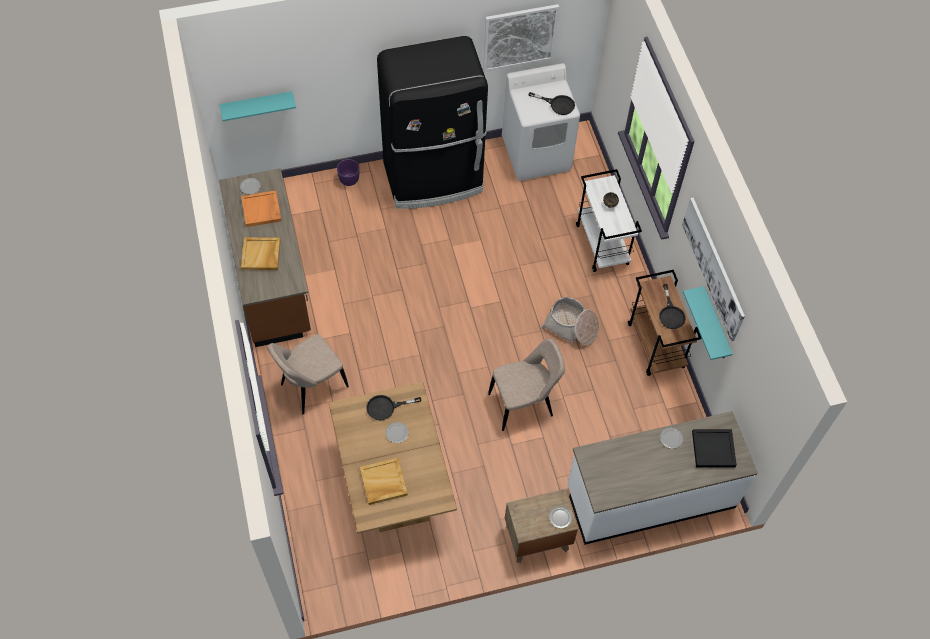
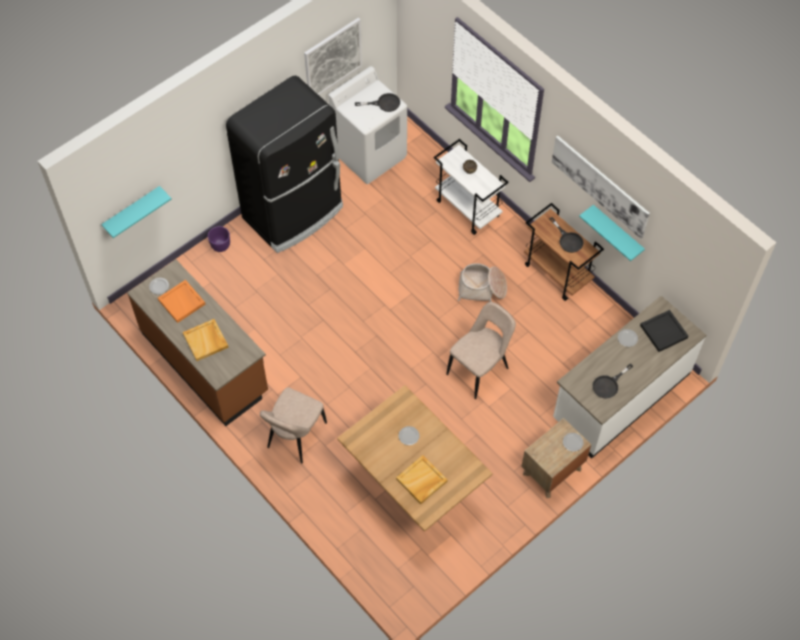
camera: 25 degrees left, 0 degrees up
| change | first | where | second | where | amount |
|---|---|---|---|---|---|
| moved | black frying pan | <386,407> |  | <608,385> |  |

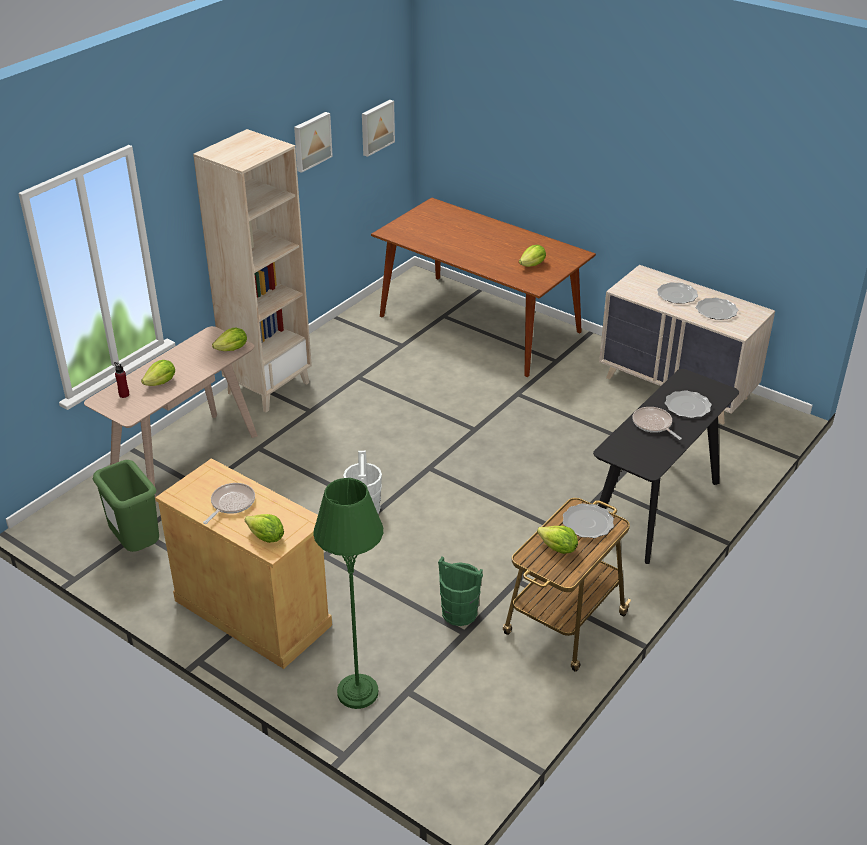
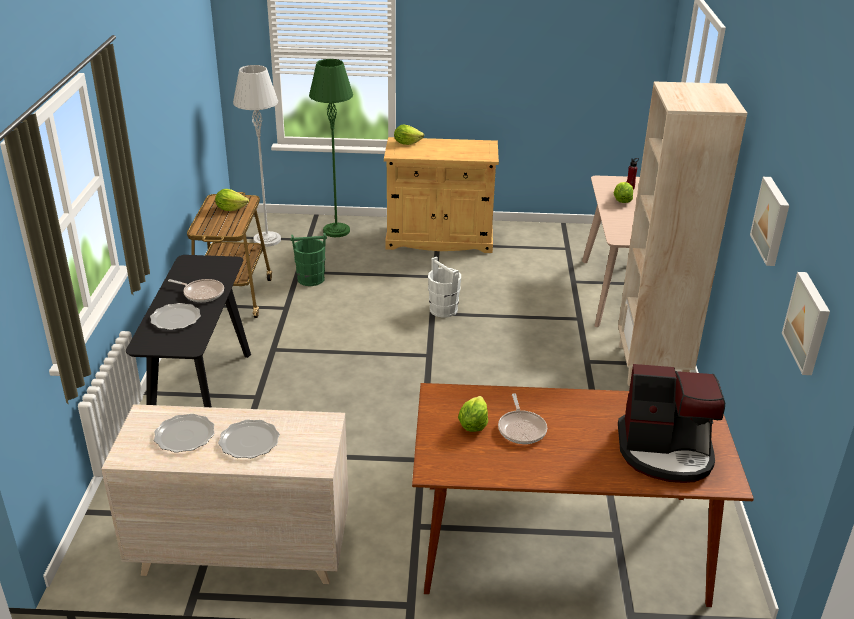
camera: 145 degrees right, 5 degrees down
| change | first | where | second | where | amount |
|---|---|---|---|---|---|
| removed | green trash can | <135,545> |  |  |  |
| moved | frying pan | <231,503> |  | <521,428> |  |
| removed | lettuce | <232,349> |  |  |  |
| removed | plate | <588,523> |  |  |  |
| added |  |  | grey floor lamp | <267,240> |  |
| added |  |  | coffee machine | <666,452> |  |

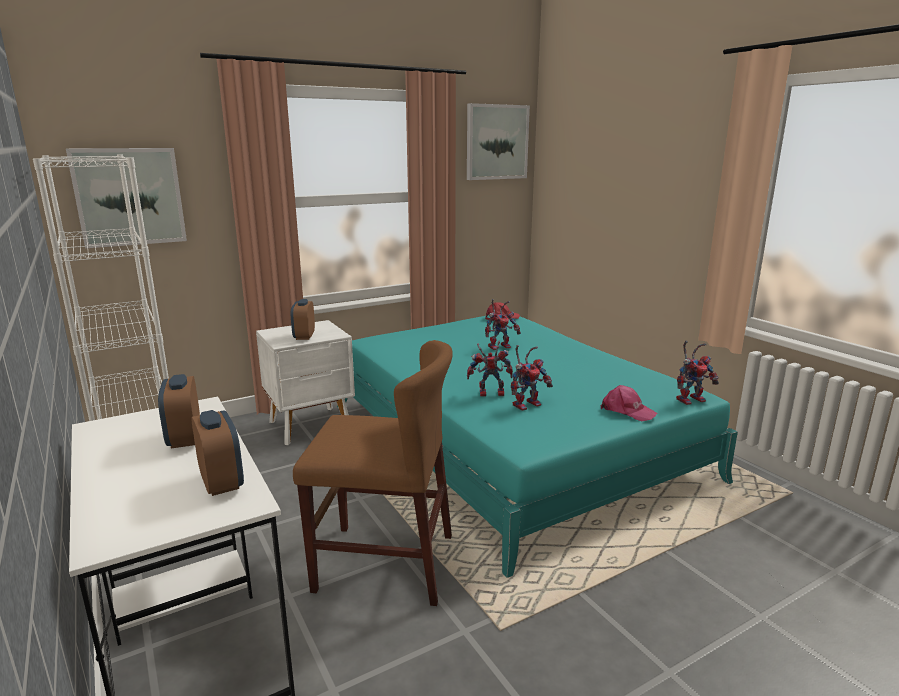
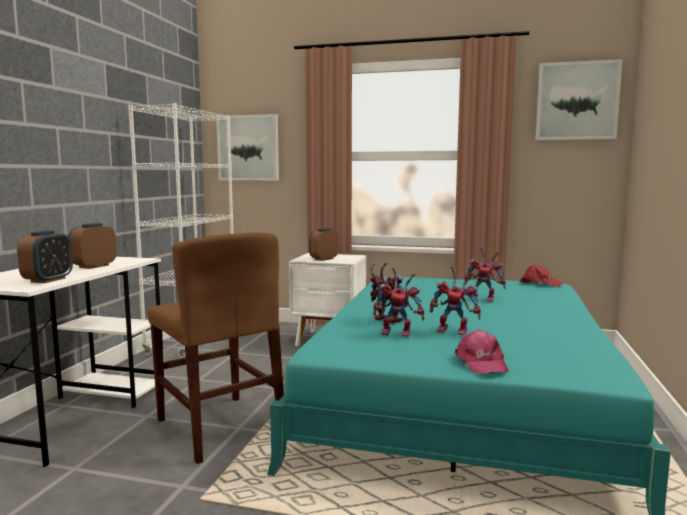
camera: 45 degrees right, 10 degrees down
| change | first | where | second | where | amount |
|---|---|---|---|---|---|
| moved | toy robot | <691,399> |  | <455,331> |  |

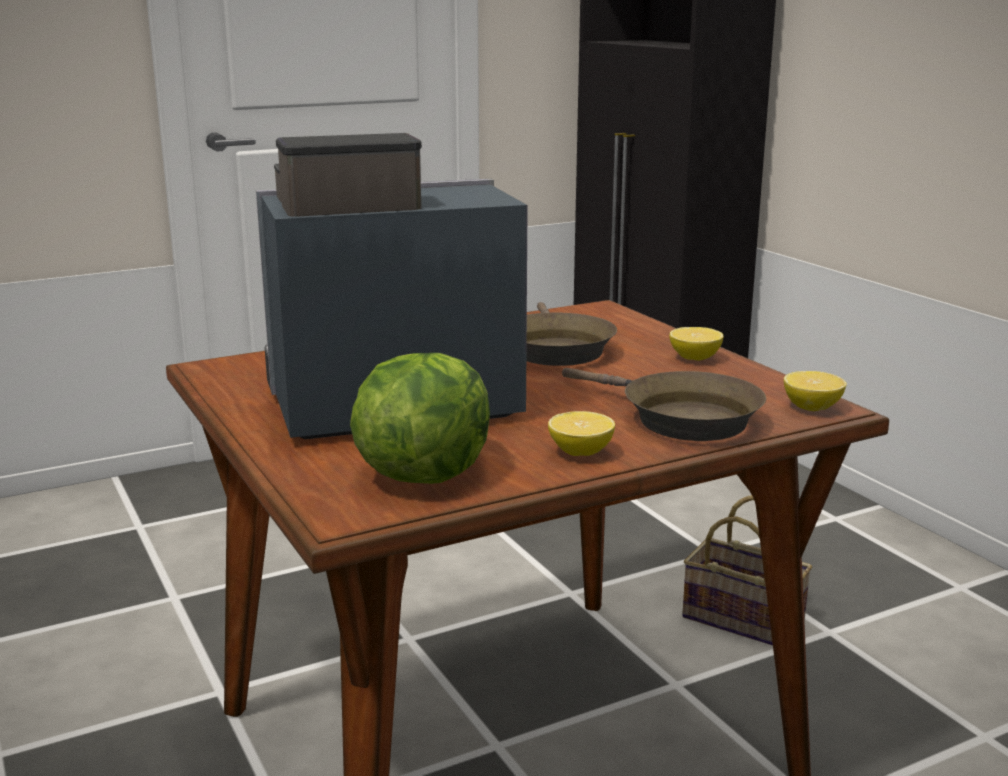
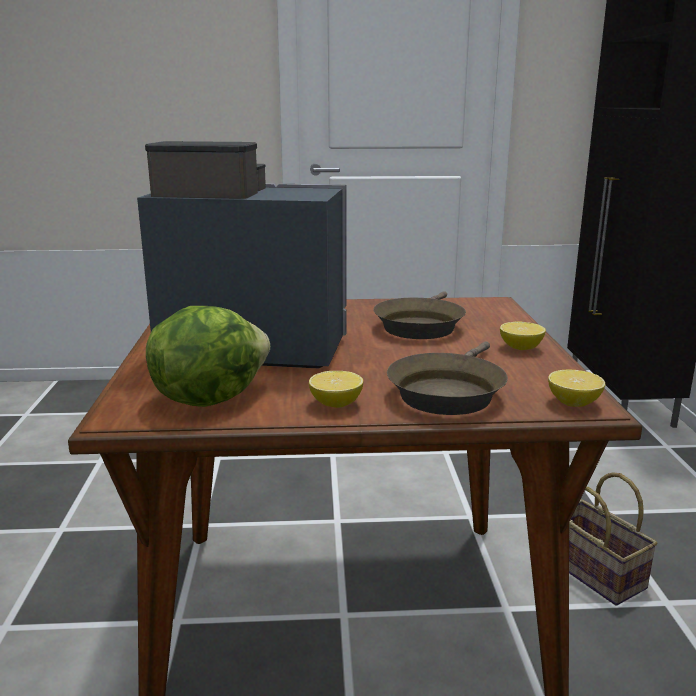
camera: 25 degrees right, 0 degrees up
| change | first | where | second | where | amount |
|---|---|---|---|---|---|
| turned | brown frying pan | <680,418> |  | <448,392> | 45 degrees clockwise |

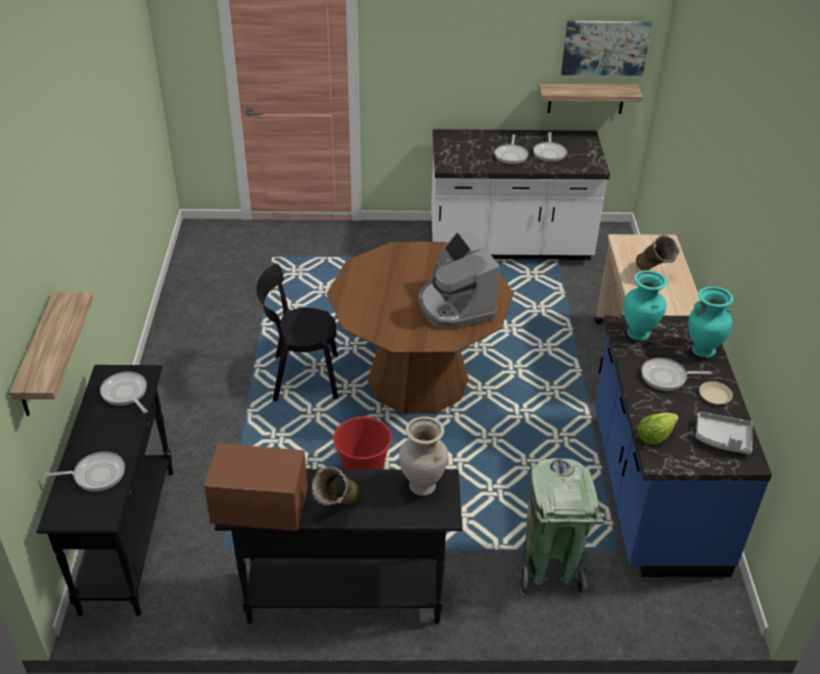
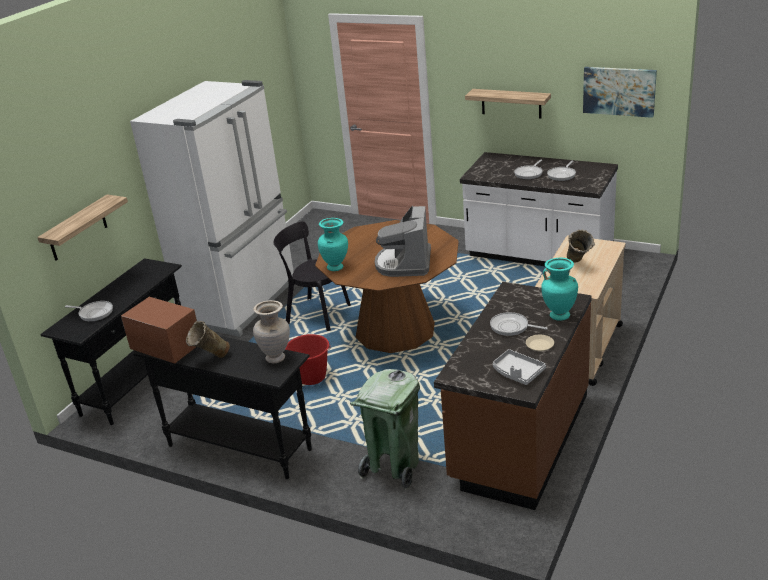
camera: 30 degrees right, 10 degrees down
| change | first | where | second | where | amount |
|---|---|---|---|---|---|
| removed | frying pan | <126,393> |  |  |  |
| moved | shelf | <586,98> |  | <511,103> |  |
| recoloured | blue counter | <654,491> | brown counter | <519,438> |  |
| moved | turquoise vase | <638,334> |  | <336,267> |  |
| removed | lettuce | <654,436> |  |  |  |
| added |  |  | white fridge | <242,303> |  |

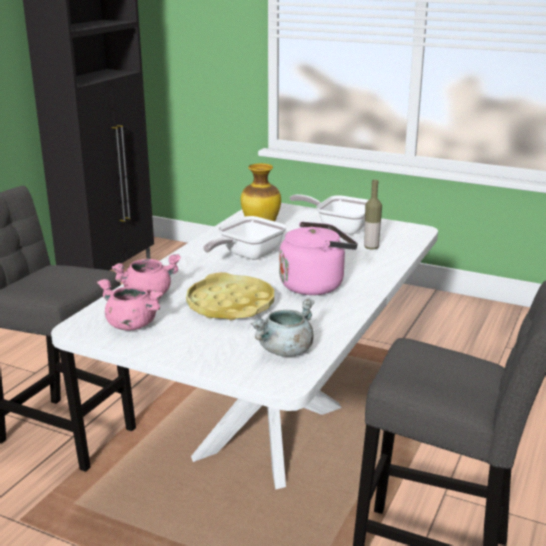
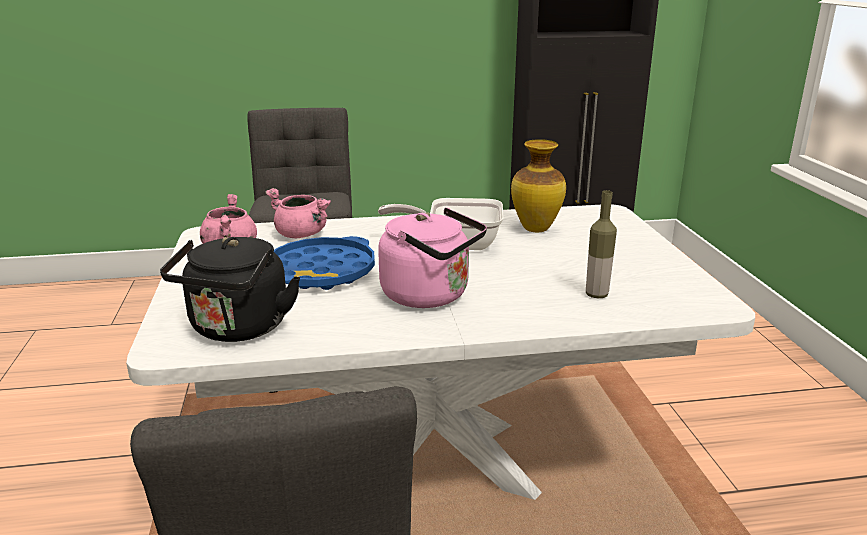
camera: 55 degrees right, 0 degrees up
| change | first | where | second | where | amount |
|---|---|---|---|---|---|
| recoloured | yellow tray | <230,305> | blue tray | <322,272> |  |
| replaced | grey cooking pot | <285,351> | black kettle | <237,329> |  |
| removed | frying pan | <339,228> |  |  |  |

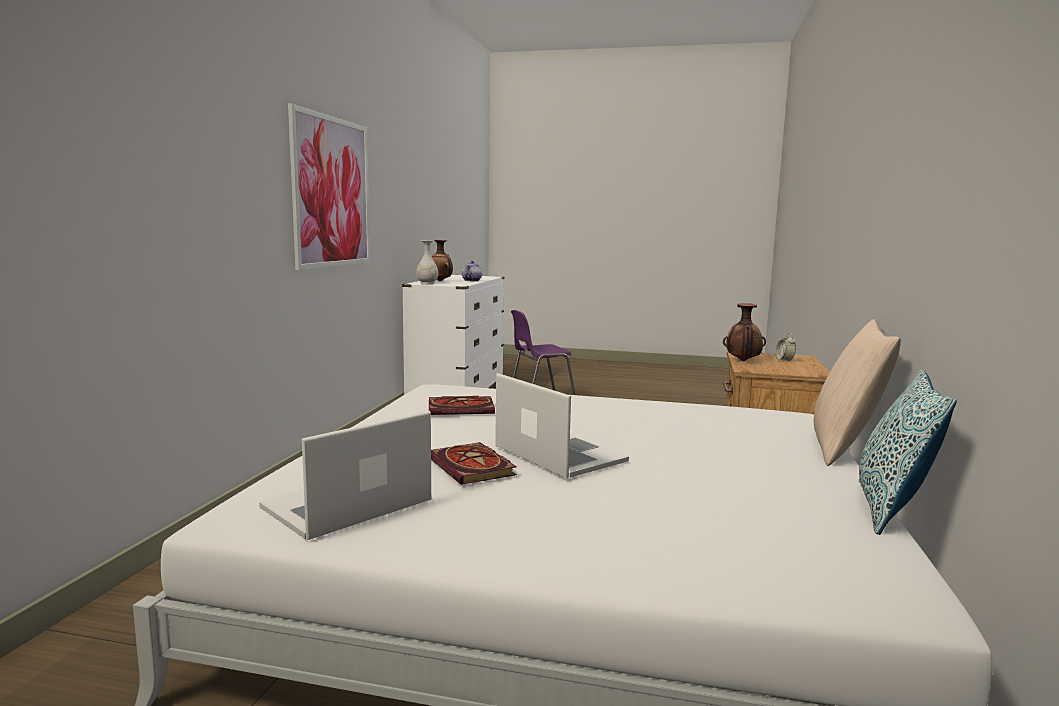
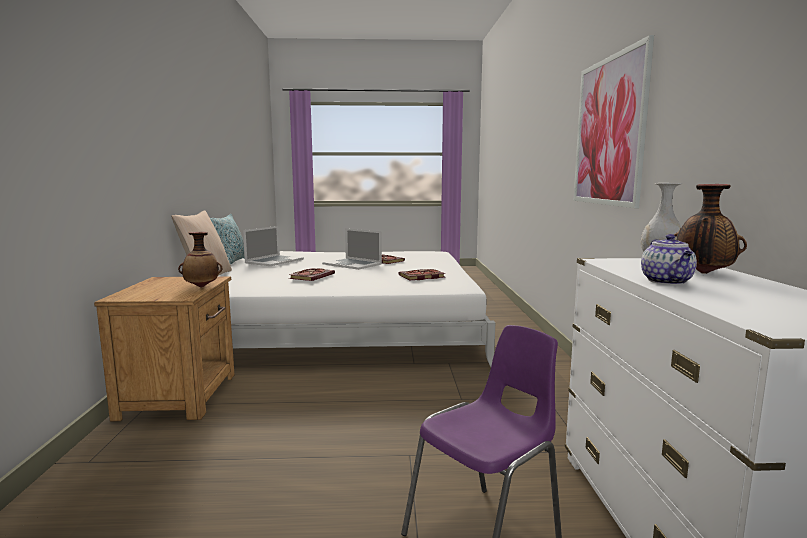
camera: 165 degrees right, 0 degrees up
| change | first | where | second | where | amount |
|---|---|---|---|---|---|
| moved | laptop | <348,504> |  | <274,261> |  |
| removed | alarm clock | <784,360> |  |  |  |
| added |  |  | book | <312,276> |  |

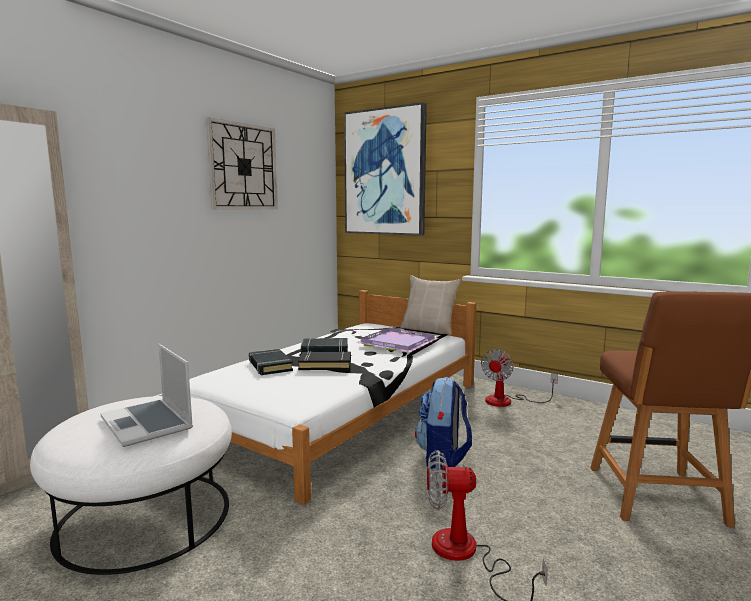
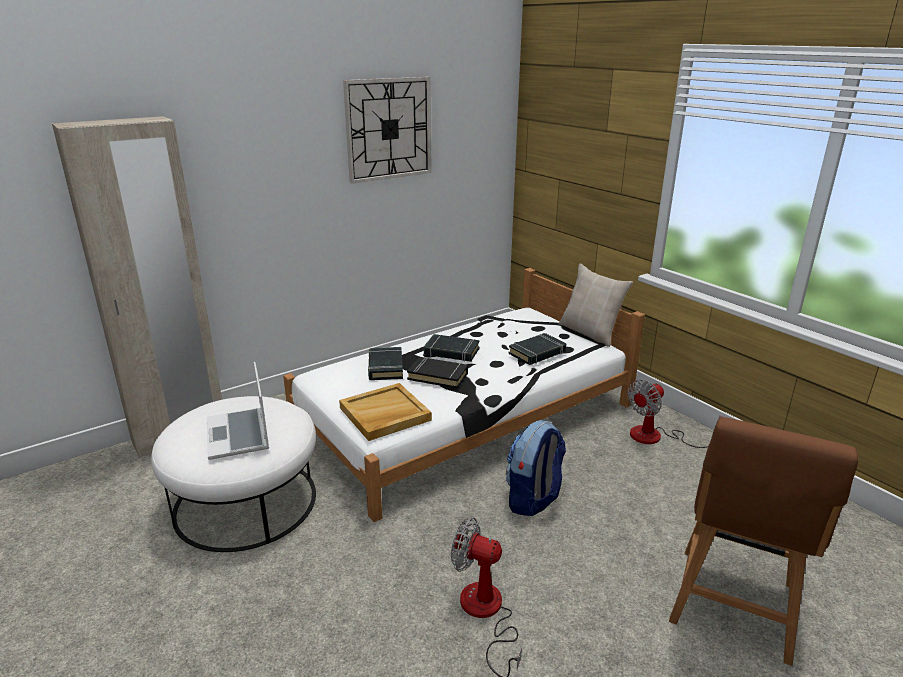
camera: 20 degrees right, 15 degrees up
| change | first | where | second | where | amount |
|---|---|---|---|---|---|
| removed | picture | <385,172> |  |  |  |
| replaced | purple tray | <399,343> | black book | <537,353> |  |
| added |  |  | beige tray | <384,414> |  |

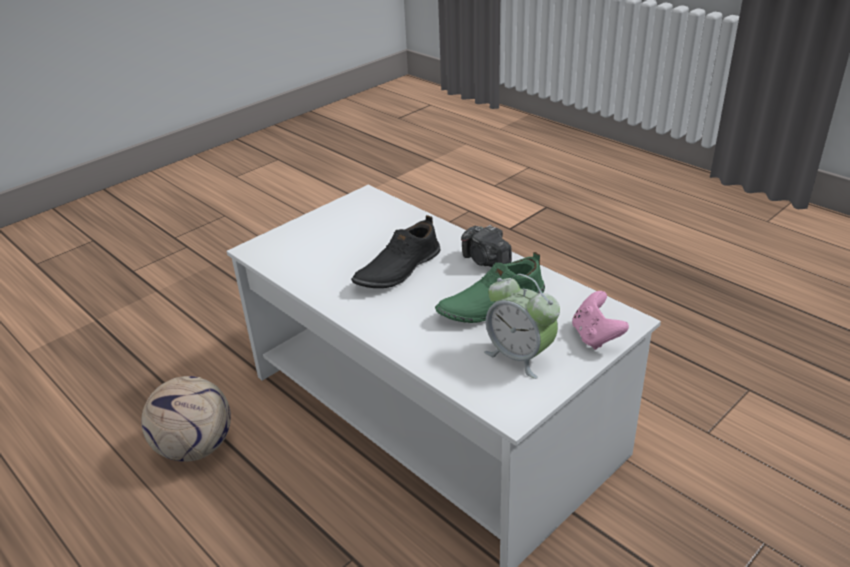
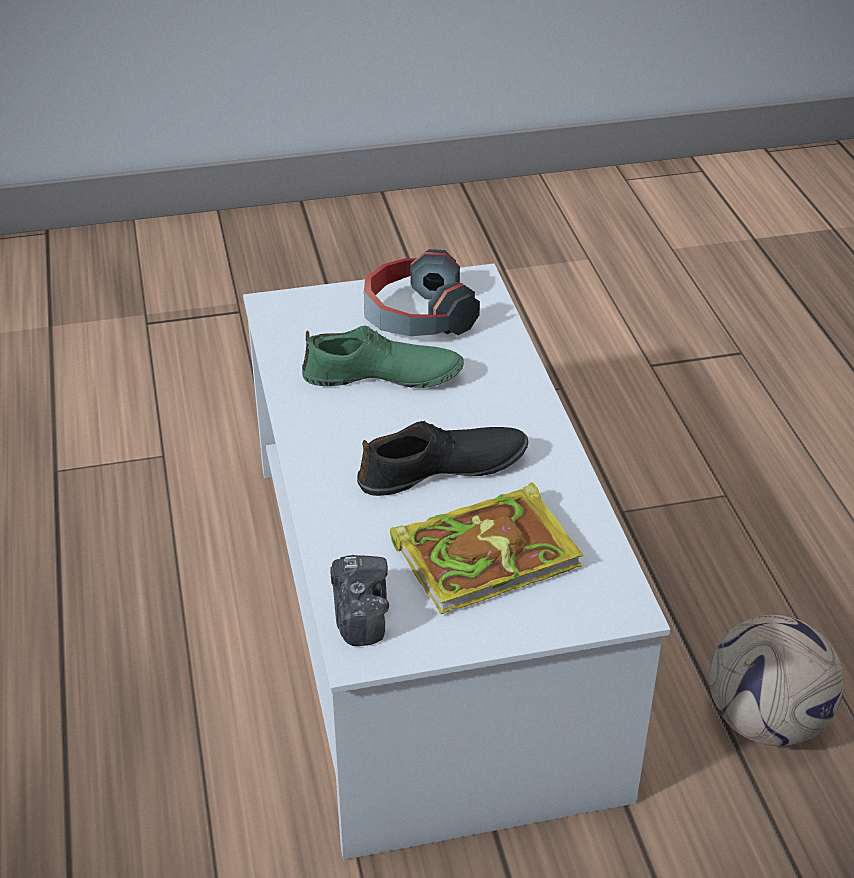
camera: 150 degrees left, 5 degrees up
| change | first | where | second | where | amount |
|---|---|---|---|---|---|
| moved | photo camera | <485,260> |  | <359,613> |  |
| replaced | alarm clock | <520,356> | headphones | <416,316> |  |
| removed | pink game controller | <595,336> |  |  |  |
| added |  |  | book | <489,553> |  |

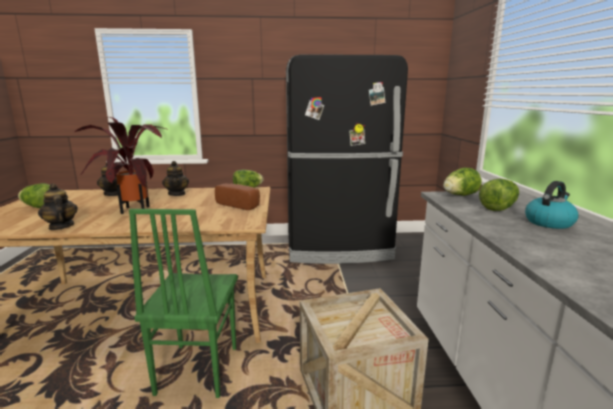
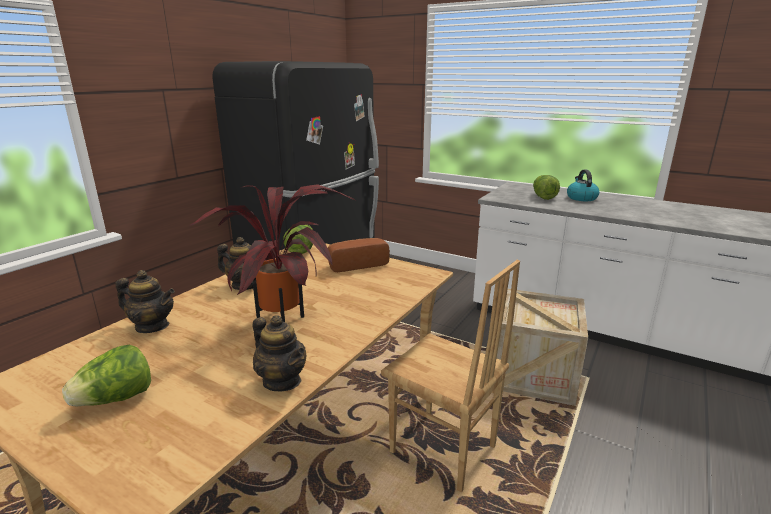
camera: 55 degrees left, 5 degrees up
| change | first | where | second | where | amount |
|---|---|---|---|---|---|
| turned | teapot | <61,226> |  | <282,381> | 135 degrees counterclockwise |
| recoloured | green chair | <196,371> | brown chair | <442,451> |  |
| removed | lettuce | <459,195> |  |  |  |

